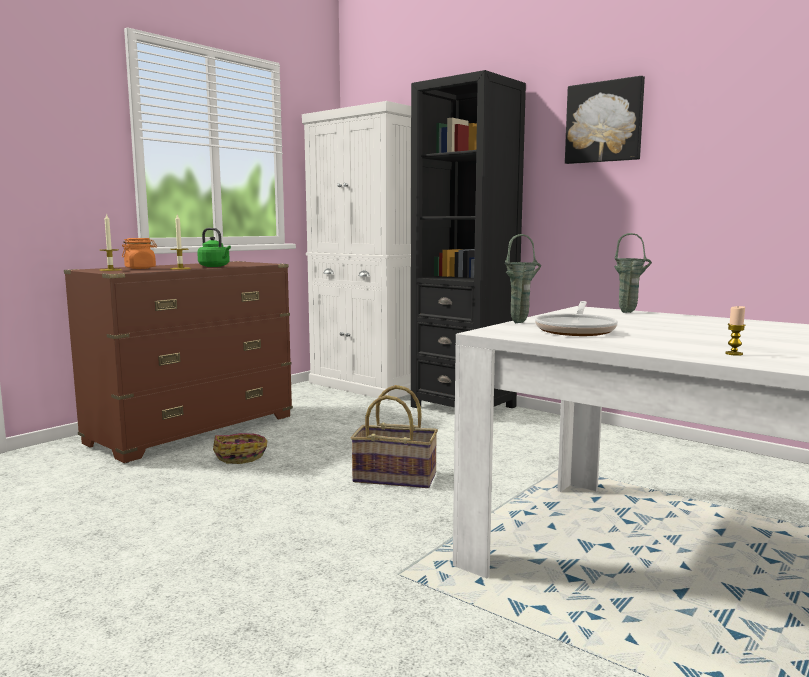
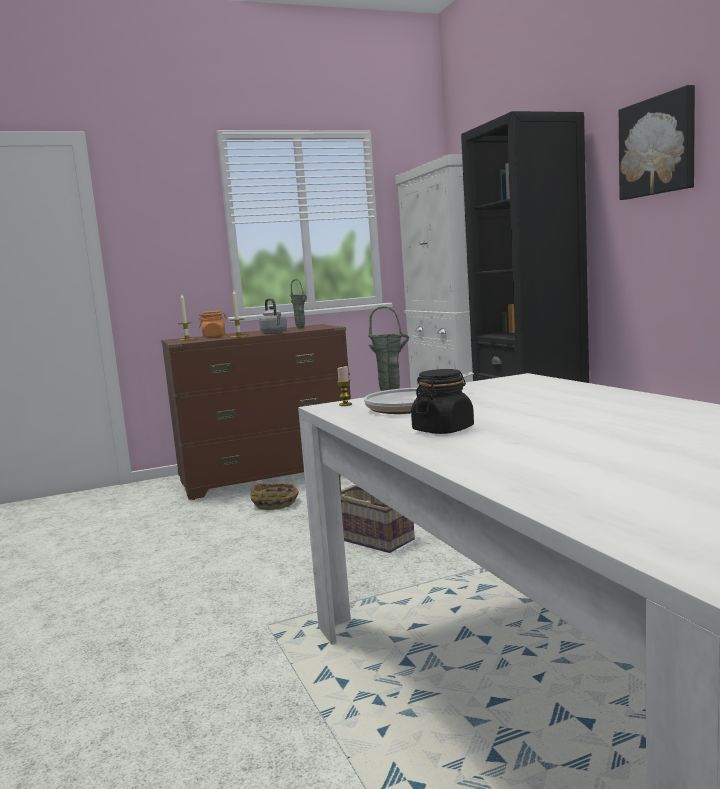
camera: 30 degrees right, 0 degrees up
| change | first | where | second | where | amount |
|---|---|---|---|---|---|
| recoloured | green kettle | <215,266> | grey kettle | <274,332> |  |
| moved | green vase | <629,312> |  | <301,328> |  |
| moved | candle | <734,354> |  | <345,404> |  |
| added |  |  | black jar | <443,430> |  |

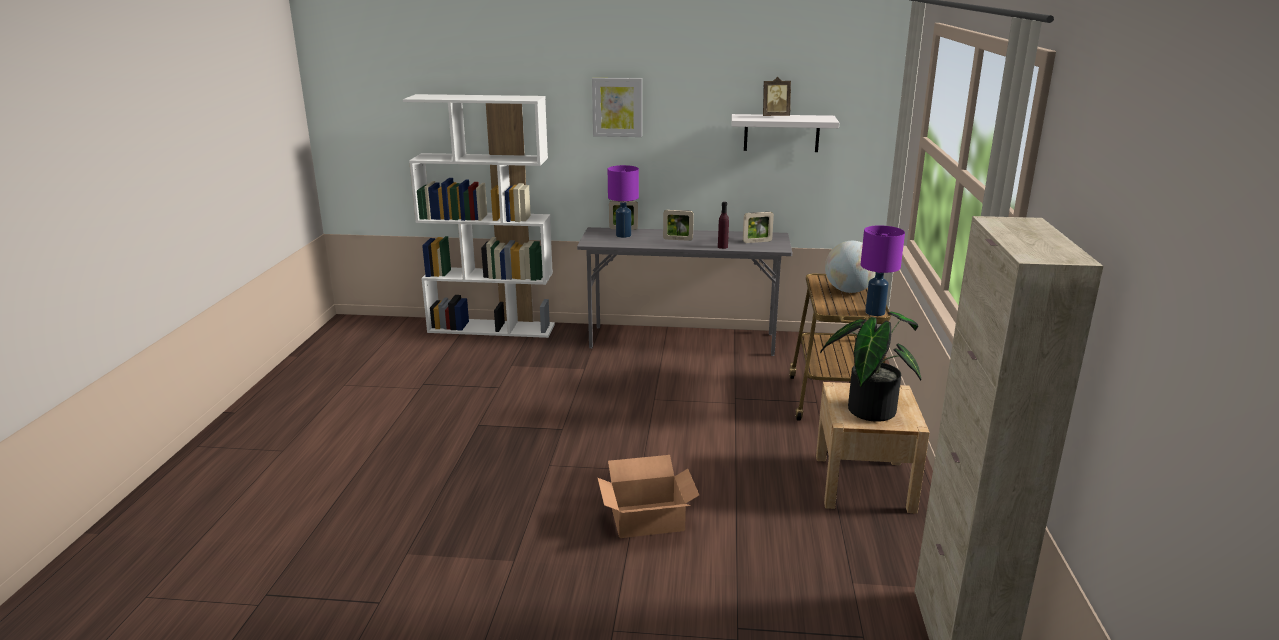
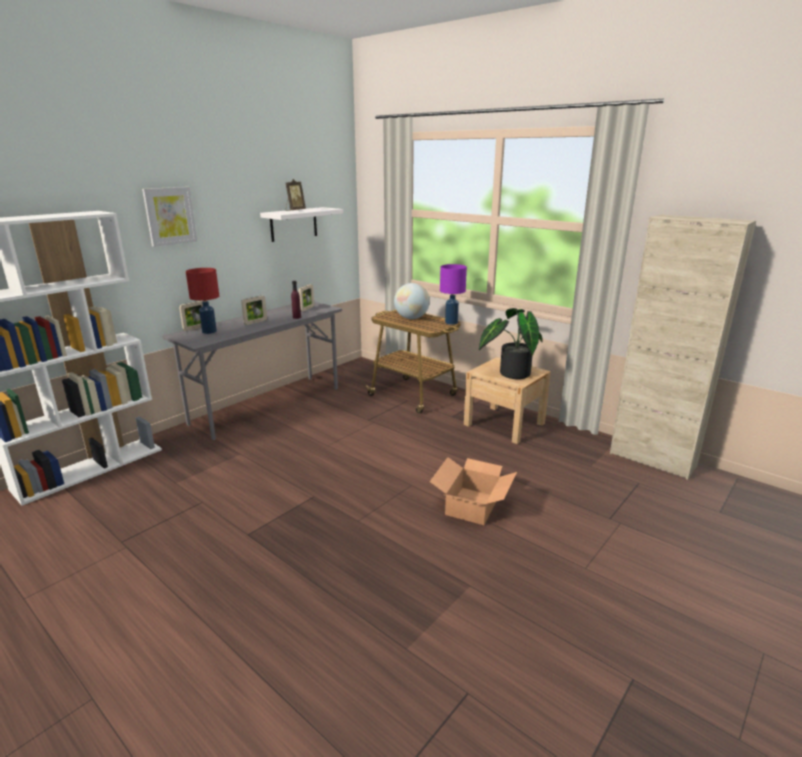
camera: 55 degrees left, 0 degrees up
| change | first | where | second | where | amount |
|---|---|---|---|---|---|
| recoloured | purple table lamp | <623,235> | red table lamp | <210,331> |  |

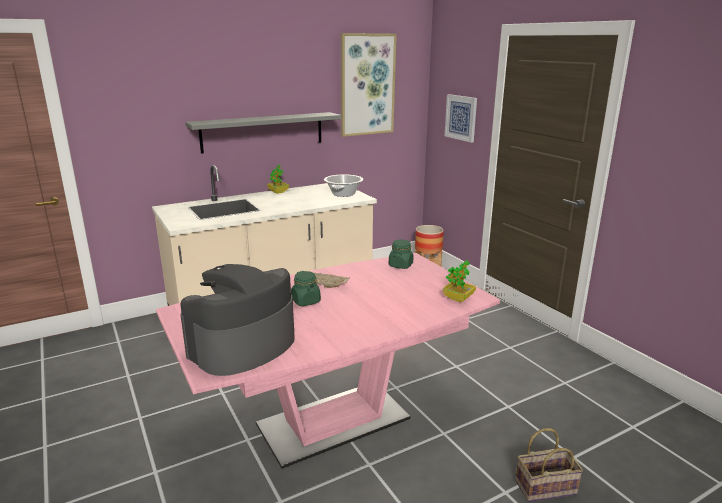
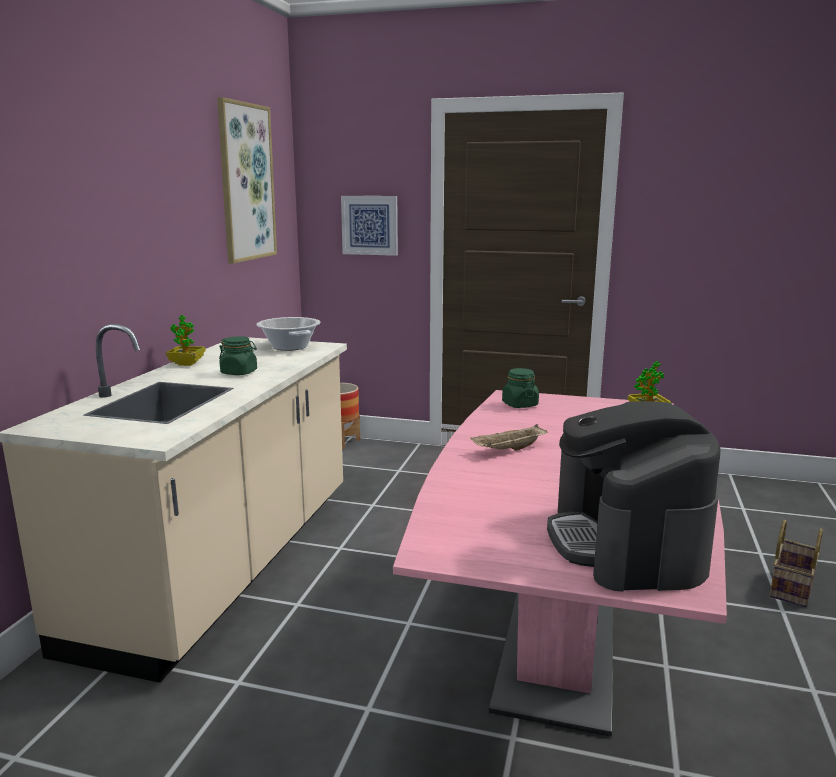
camera: 45 degrees left, 5 degrees down
| change | first | where | second | where | amount |
|---|---|---|---|---|---|
| removed | grey shelf | <263,132> |  |  |  |
| moved | green jar | <306,301> |  | <239,372> |  |

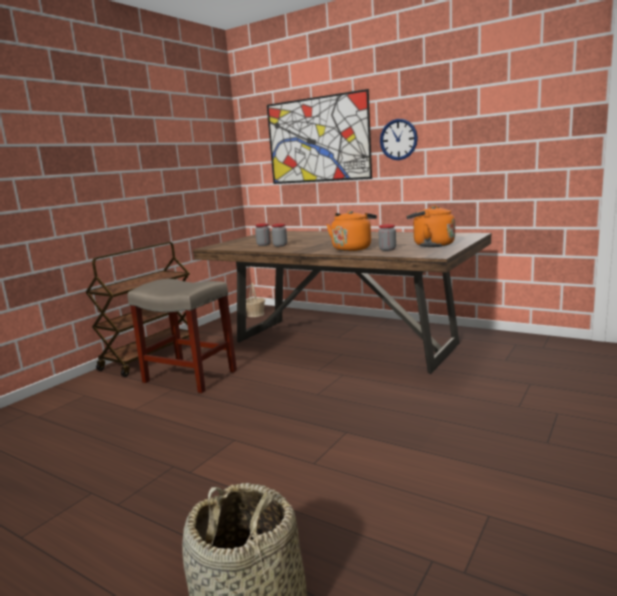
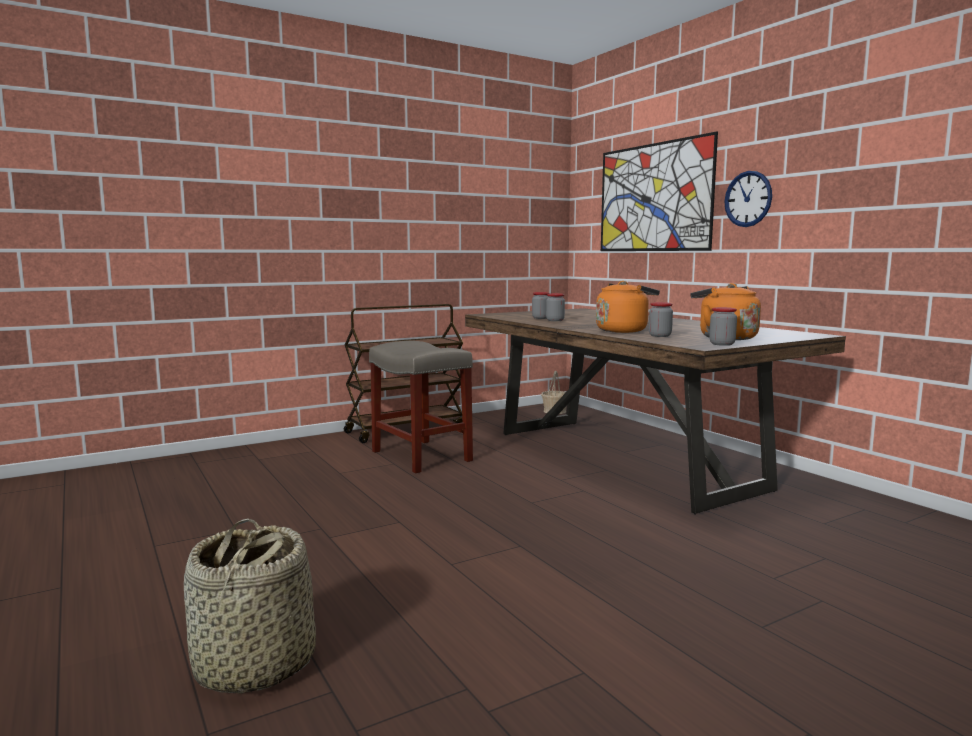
camera: 25 degrees right, 5 degrees down
| change | first | where | second | where | amount |
|---|---|---|---|---|---|
| added |  |  | jar | <722,344> |  |

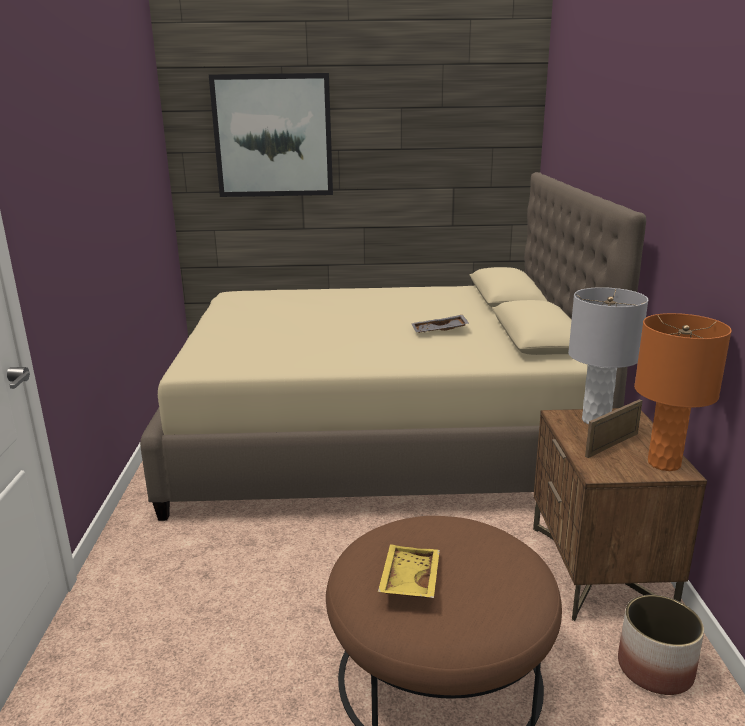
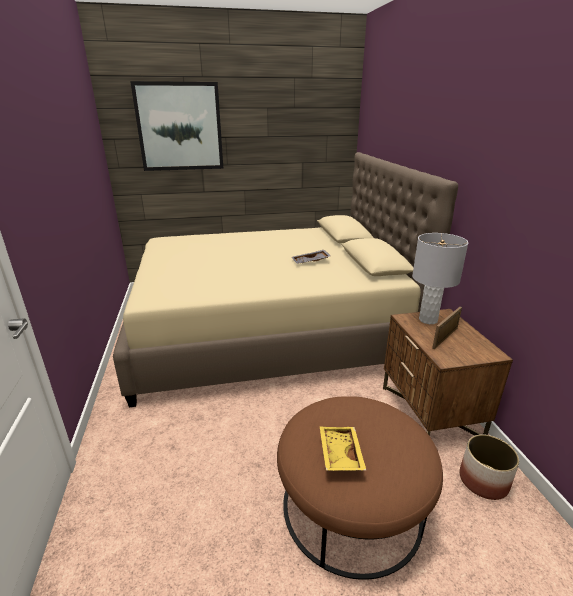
camera: 10 degrees left, 5 degrees up
| change | first | where | second | where | amount |
|---|---|---|---|---|---|
| removed | orange table lamp | <664,463> |  |  |  |

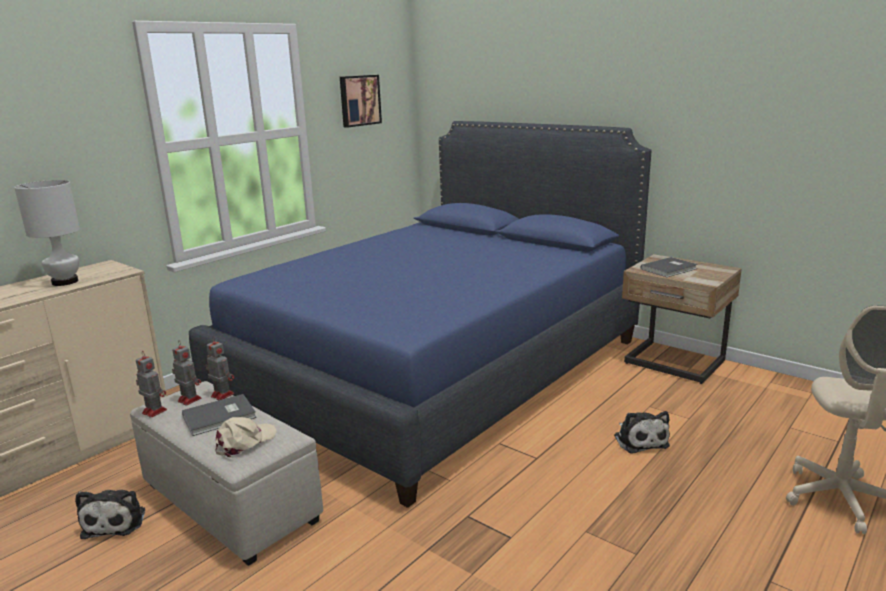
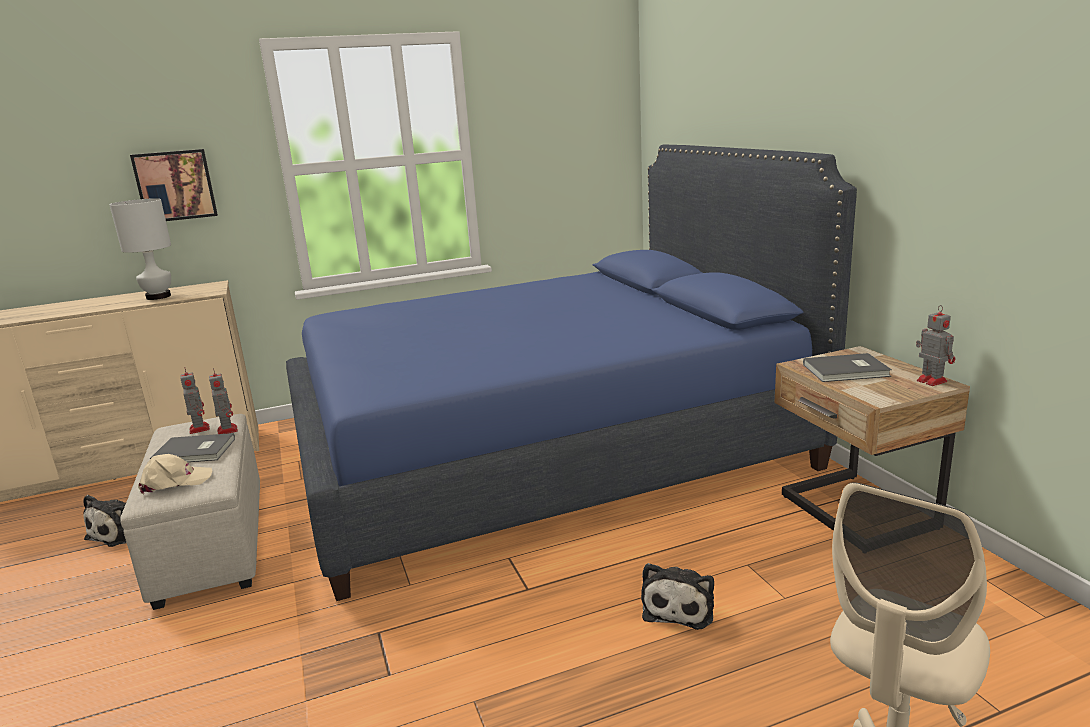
camera: 30 degrees right, 0 degrees up
| change | first | where | second | where | amount |
|---|---|---|---|---|---|
| moved | toy robot | <154,411> |  | <930,380> |  |
| moved | picture | <359,100> |  | <175,185> |  |

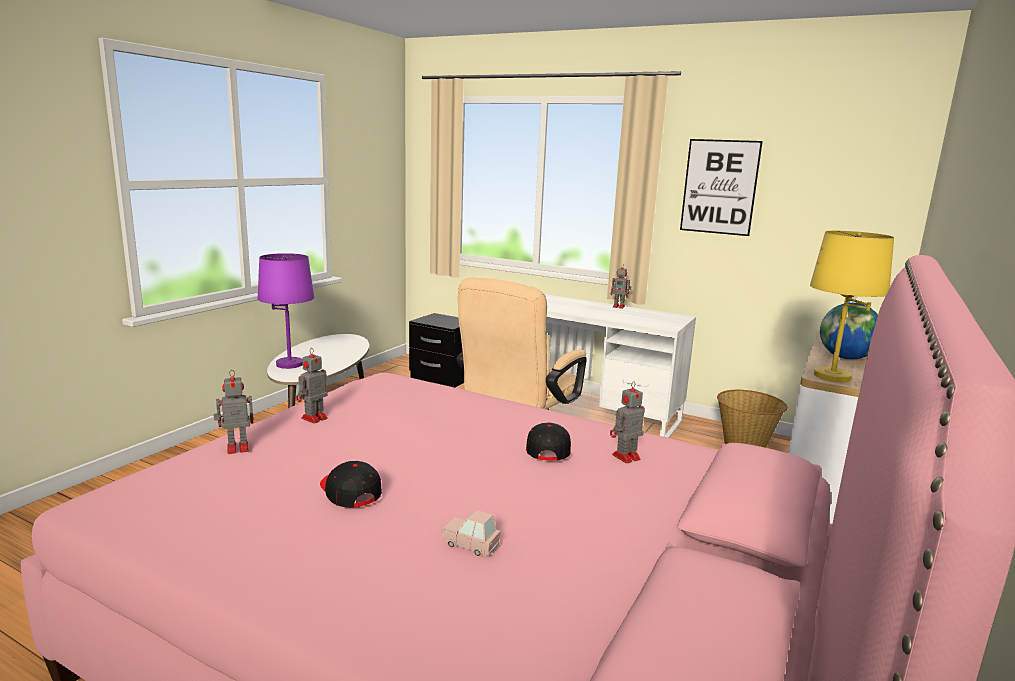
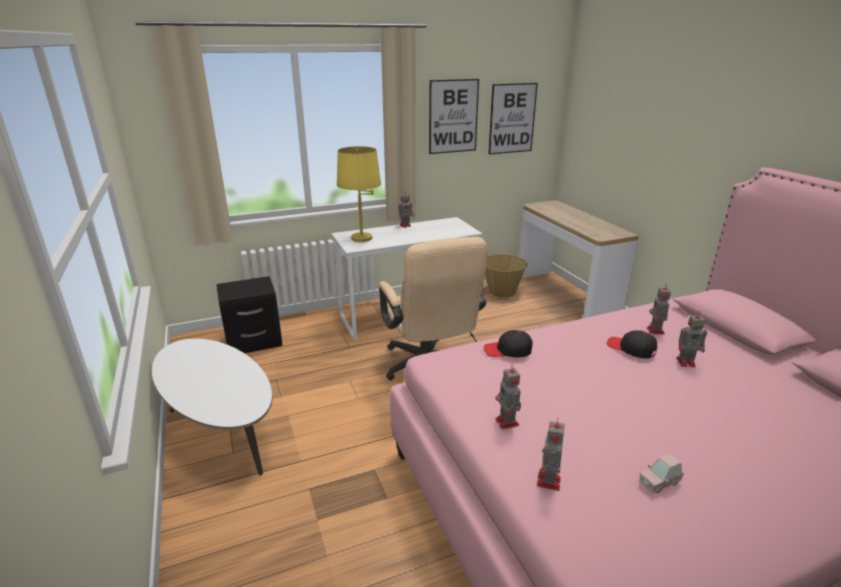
camera: 50 degrees left, 10 degrees up
| change | first | where | second | where | amount |
|---|---|---|---|---|---|
| removed | purple table lamp | <290,364> |  |  |  |
| moved | black cap | <349,492> |  | <508,350> |  |
| moved | pink toy car | <470,545> |  | <659,482> |  |
| moved | yellow table lamp | <832,376> |  | <361,238> |  |
| removed | globe | <845,358> |  |  |  |
| added |  |  | picture | <512,118> |  |
| added |  |  | toy robot | <686,362> |  |

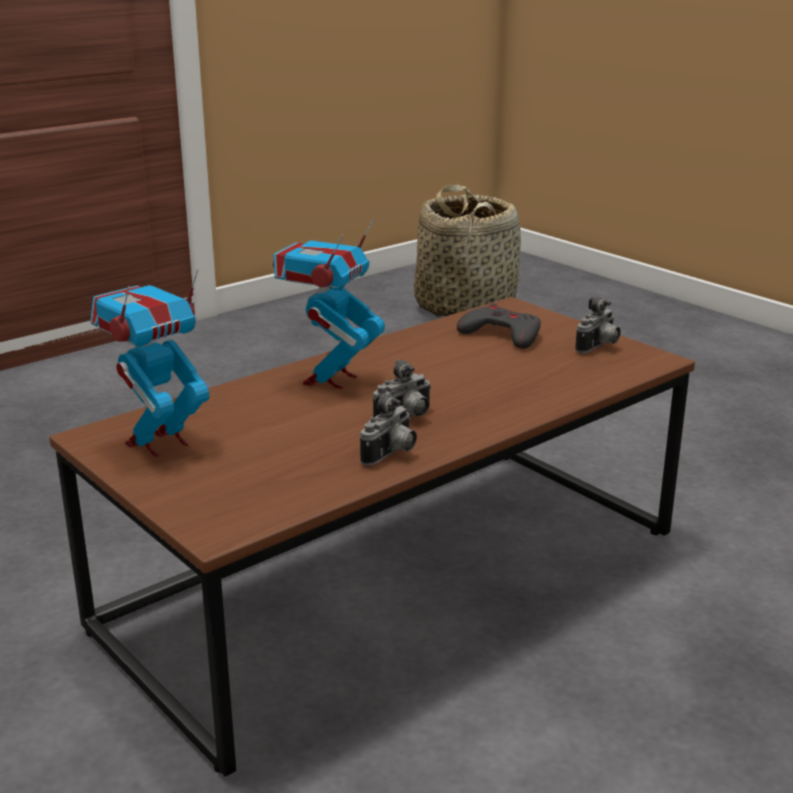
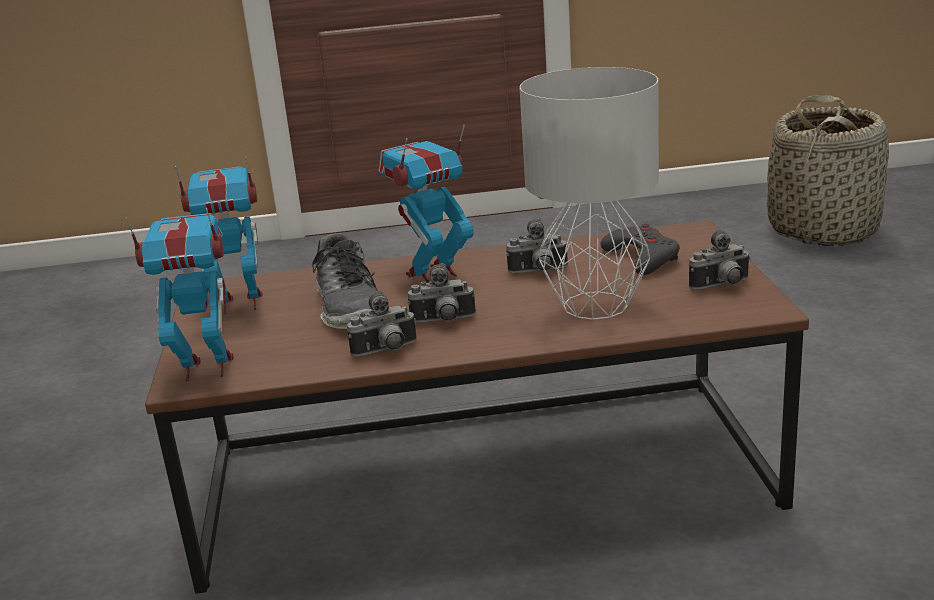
camera: 35 degrees right, 0 degrees up
| change | first | where | second | where | amount |
|---|---|---|---|---|---|
| added |  |  | toy robot | <206,368> |  |
| added |  |  | shoe | <349,307> |  |
| added |  |  | photo camera | <538,272> |  |
| added |  |  | grey table lamp | <597,306> |  |

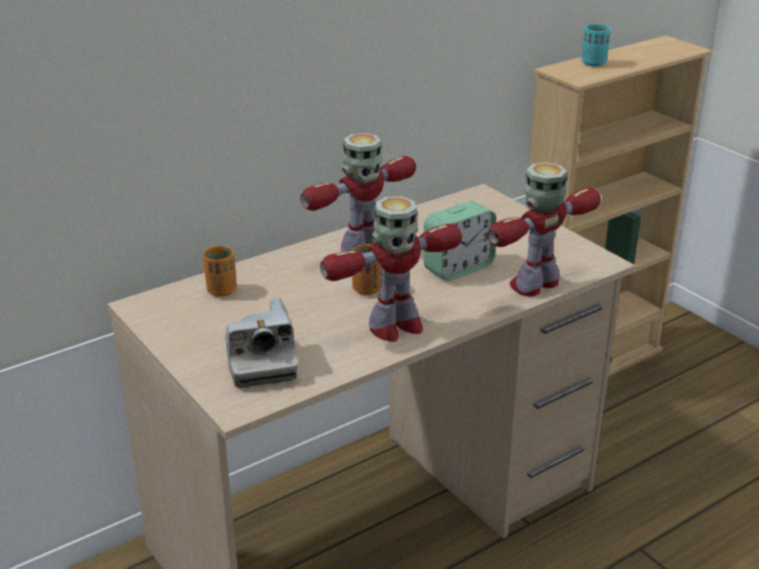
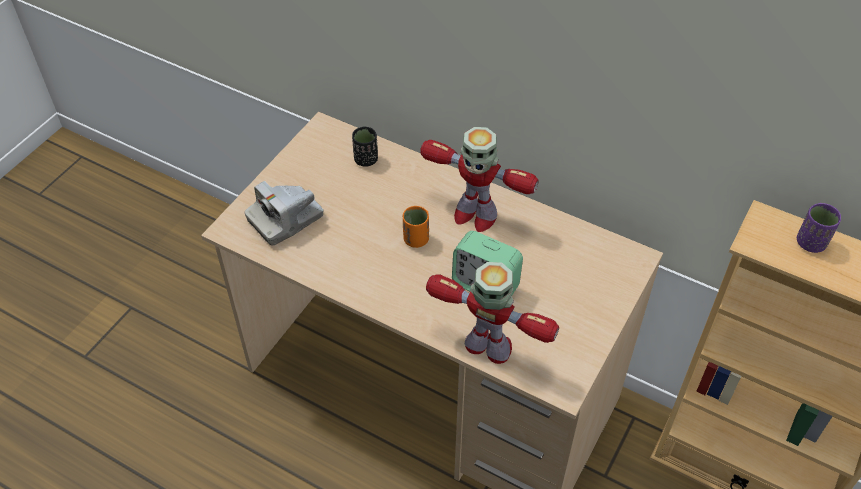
camera: 65 degrees right, 20 degrees up
| change | first | where | second | where | amount |
|---|---|---|---|---|---|
| recoloured | orange cup | <221,290> | black cup | <366,159> |  |
| removed | toy robot | <394,327> |  |  |  |
| recoloured | turquoise cup | <593,63> | purple cup | <811,243> |  |

